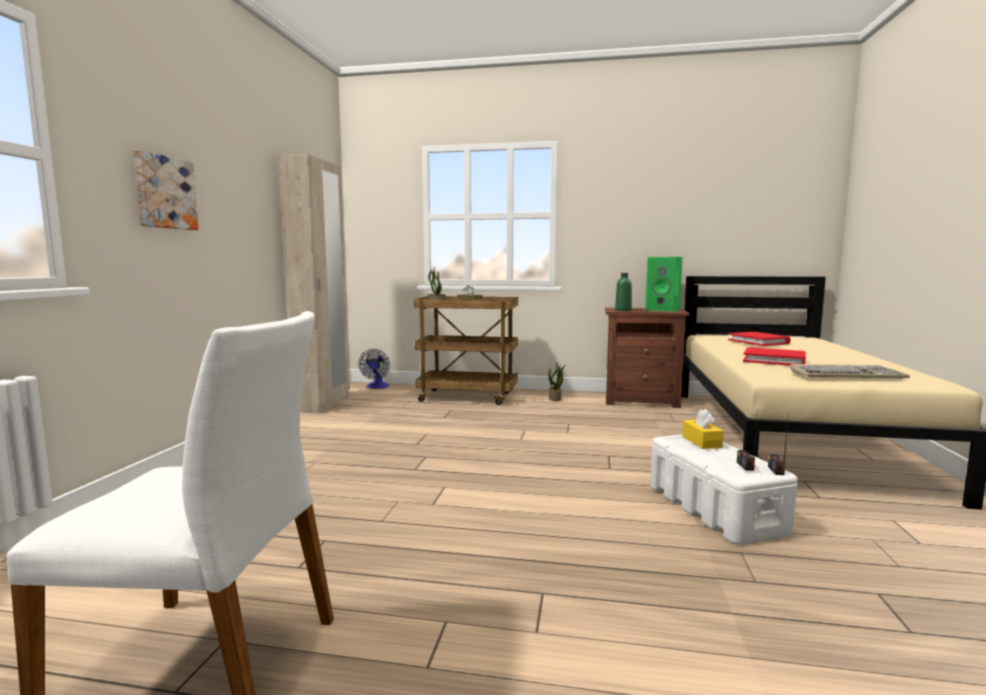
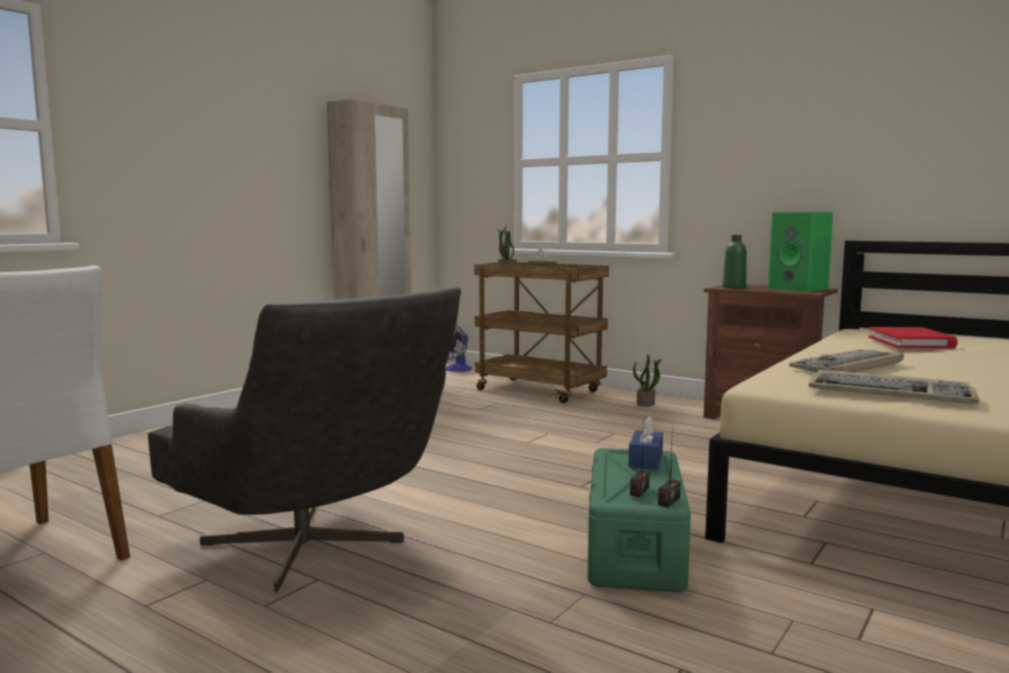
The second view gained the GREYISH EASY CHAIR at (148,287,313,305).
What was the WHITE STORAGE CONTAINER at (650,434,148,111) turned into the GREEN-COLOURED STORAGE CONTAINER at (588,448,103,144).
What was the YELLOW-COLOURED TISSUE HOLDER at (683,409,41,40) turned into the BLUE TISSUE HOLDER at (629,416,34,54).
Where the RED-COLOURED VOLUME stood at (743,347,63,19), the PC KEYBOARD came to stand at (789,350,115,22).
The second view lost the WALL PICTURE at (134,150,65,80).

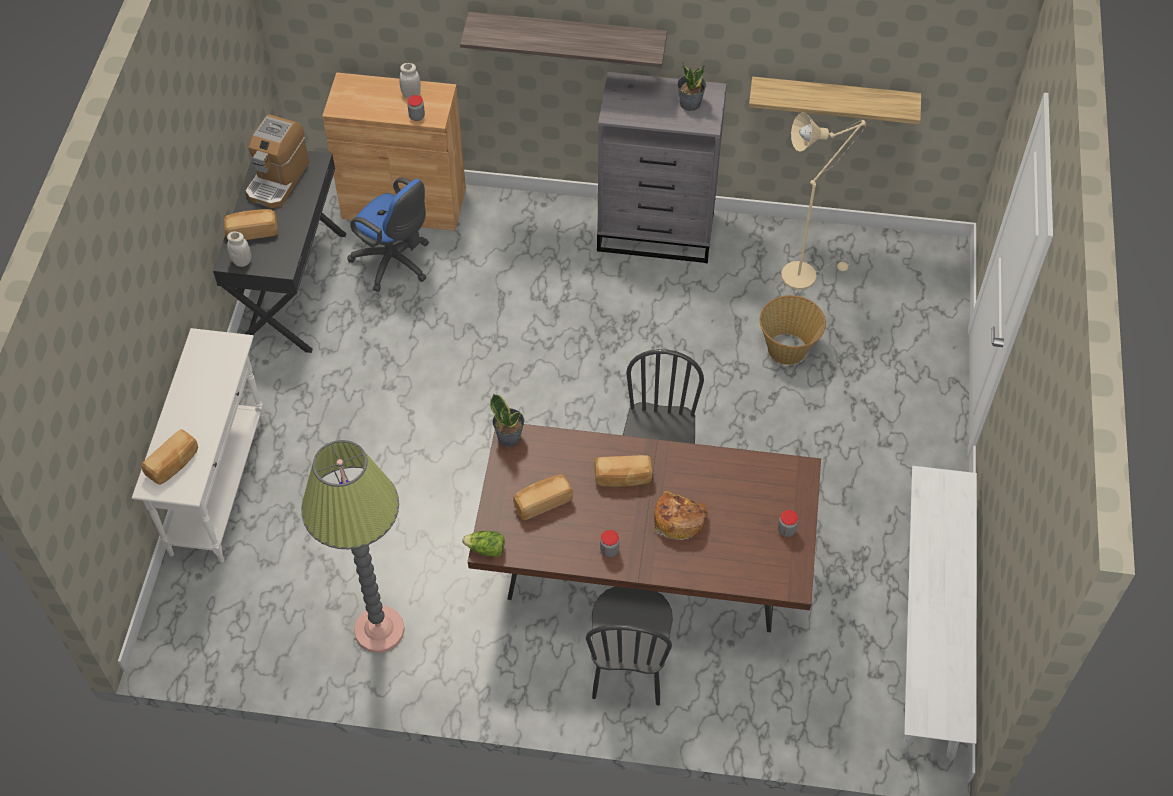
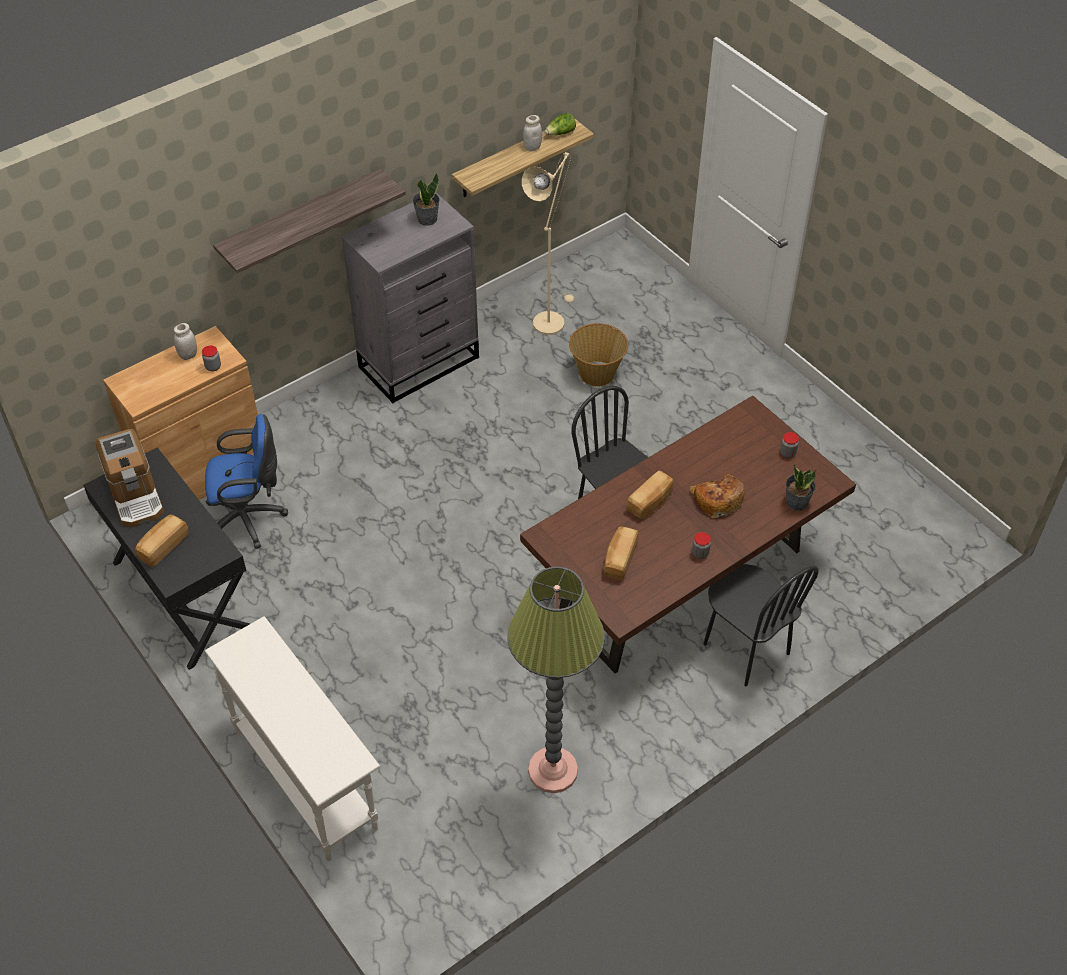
The WHITE JAR ended up elsewhere, having gone from (227,231,24,36) to (523,115,19,36).
The LETTUCE ended up elsewhere, having gone from (462,531,43,26) to (545,113,31,22).
The PLANT IN A POT ended up elsewhere, having gone from (490,394,34,53) to (785,464,32,47).
The second view lost the BAKED BREAD at (141,430,57,54).
The second view lost the WHITE INDOOR BENCH at (898,466,79,295).

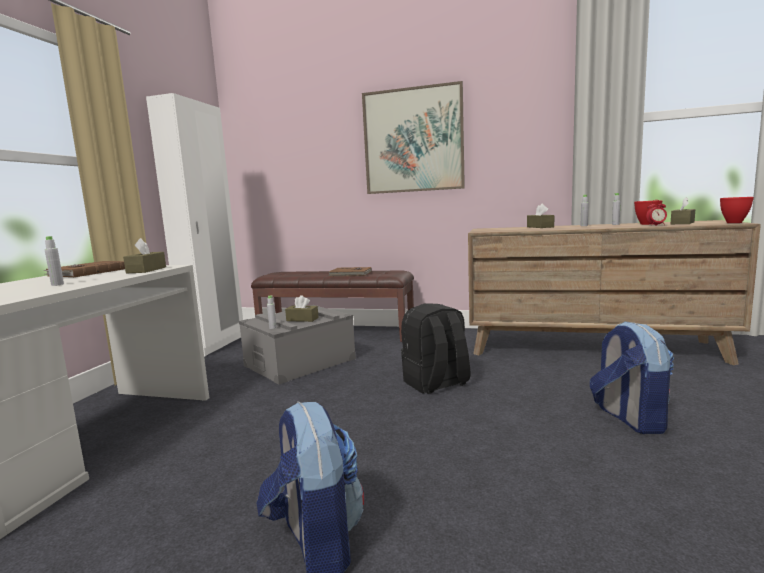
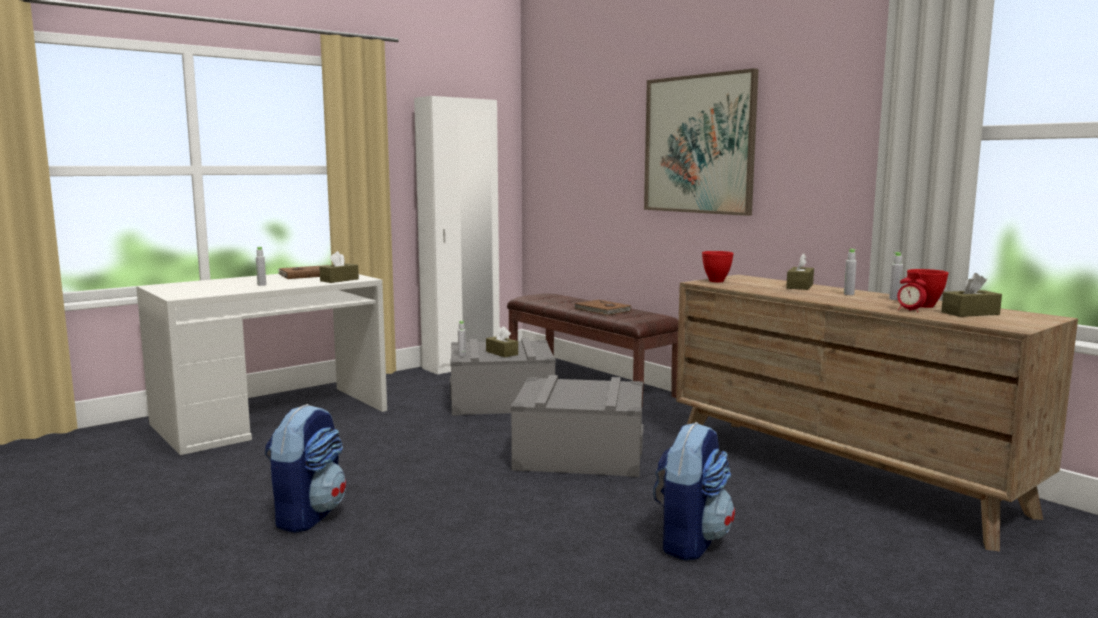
Where the BLACK-COLOURED RUCKSACK stood at (401,303,70,91), the GREYISH STORAGE CONTAINER came to stand at (511,375,133,102).
The RED-COLOURED SERVING BOWL ended up elsewhere, having gone from (720,197,34,26) to (702,251,32,31).

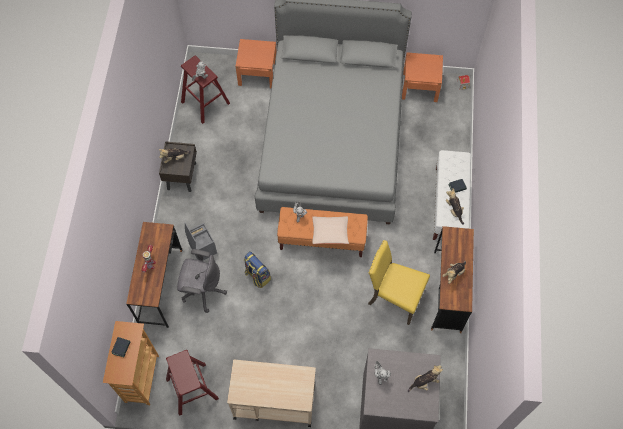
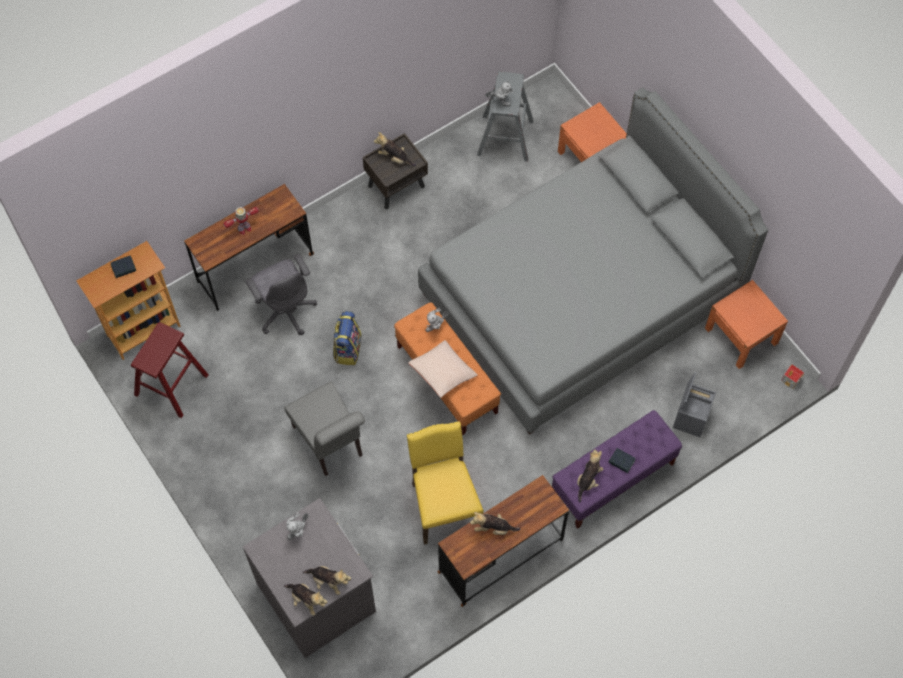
The second view gained the GREYISH CHAIR at (284,381,81,95).
The second view gained the SOFT TOY at (284,584,44,32).
What was the RED-COLOURED SITTING STOOL at (181,55,49,69) turned into the GREYISH SITTING STOOL at (477,71,57,91).
What was the WHITE INDOOR BENCH at (433,150,38,90) turned into the PURPLE INDOOR BENCH at (552,410,130,119).
The GREYISH STORAGE CONTAINER ended up elsewhere, having gone from (185,223,32,37) to (673,372,43,65).
The second view lost the SAND-COLOURED WHEELED CART at (227,360,89,67).

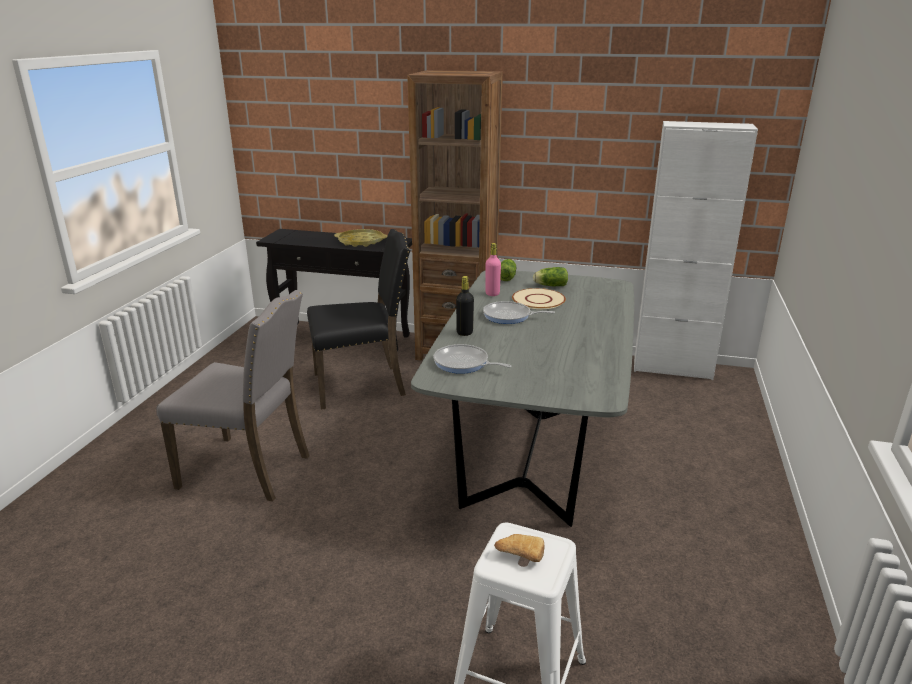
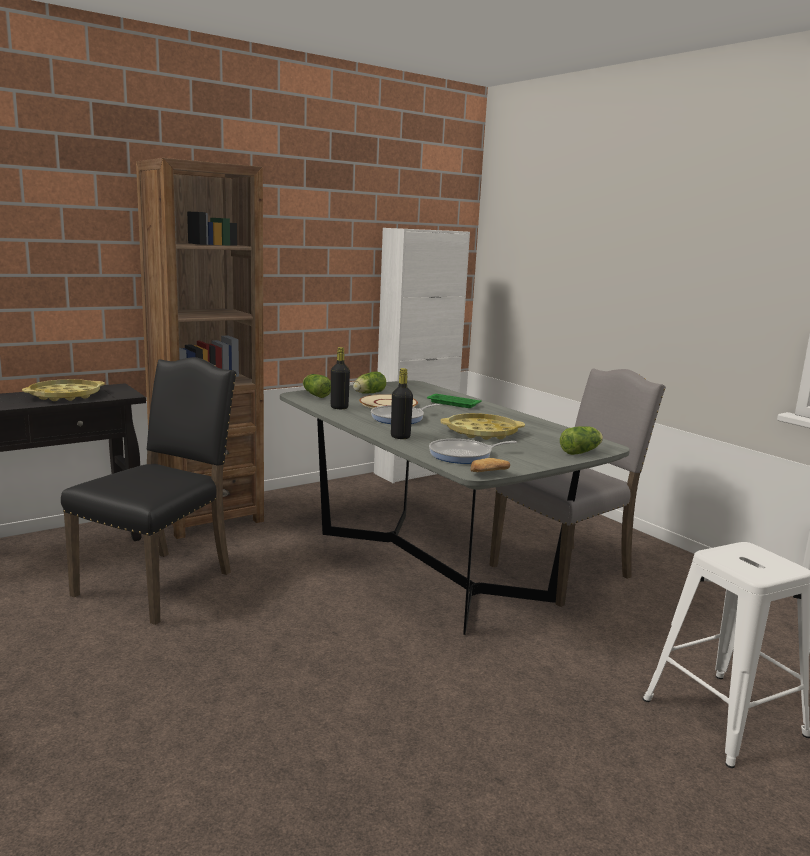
What was the PINK BOTTLE at (485,243,16,53) turned into the BLACK-COLOURED BOTTLE at (331,347,19,62).
The second view gained the GREEN-COLOURED TRAY at (427,394,55,14).
The second view gained the YELLOW-COLOURED TRAY at (440,413,85,27).
The BAKED BREAD ended up elsewhere, having gone from (494,534,51,28) to (471,458,39,14).
The GREYISH CHAIR ended up elsewhere, having gone from (156,290,154,212) to (489,368,177,239).
The second view gained the LETTUCE at (560,426,43,29).

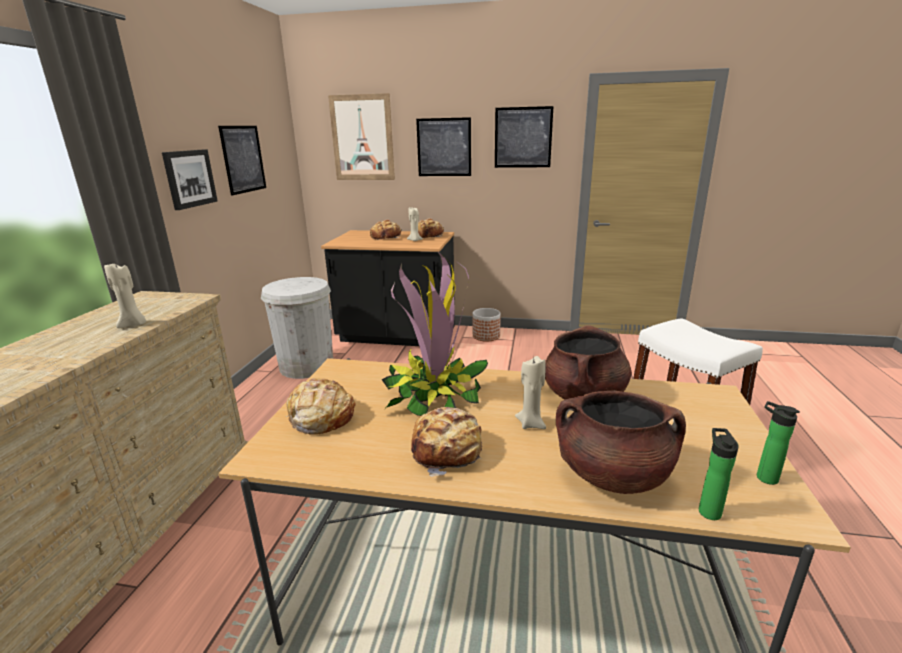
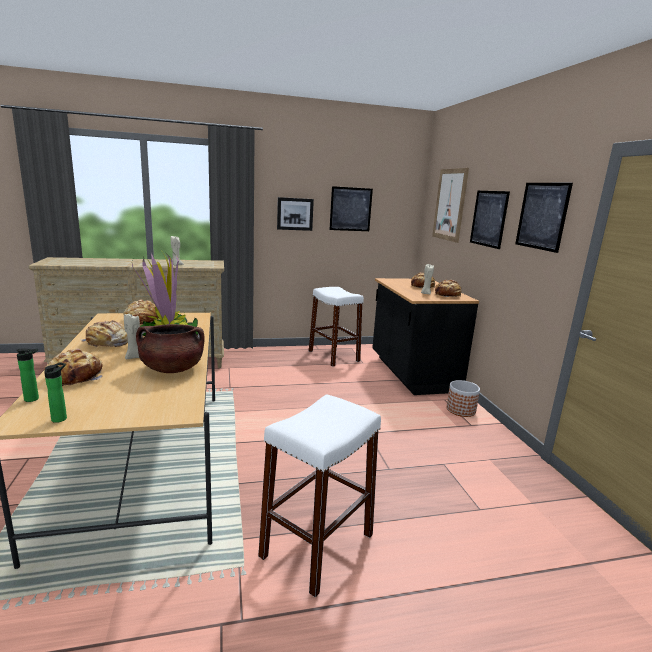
Where the BROWN-COLOURED COOKING POT stood at (556,391,130,103), the BAKED BREAD came to stand at (45,349,58,37).
Where the WHITE RUBBISH BIN stood at (261,277,72,102), the WHITE SITTING STOOL came to stand at (309,287,55,80).

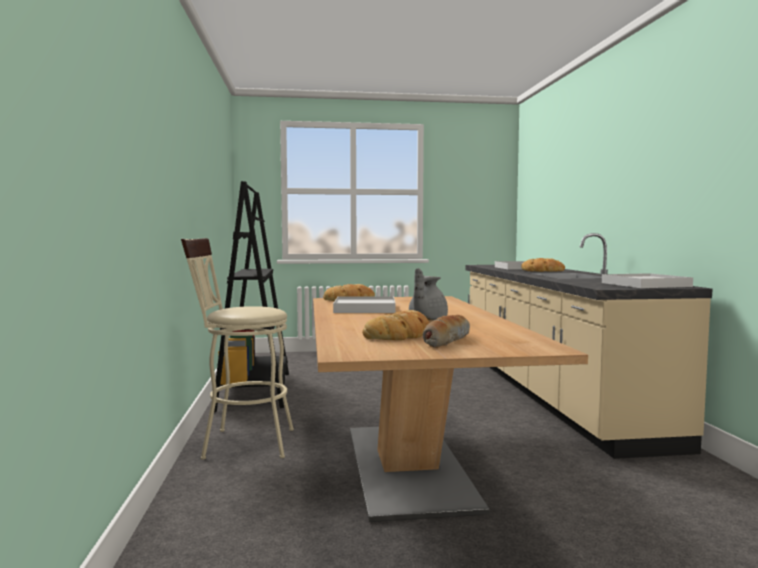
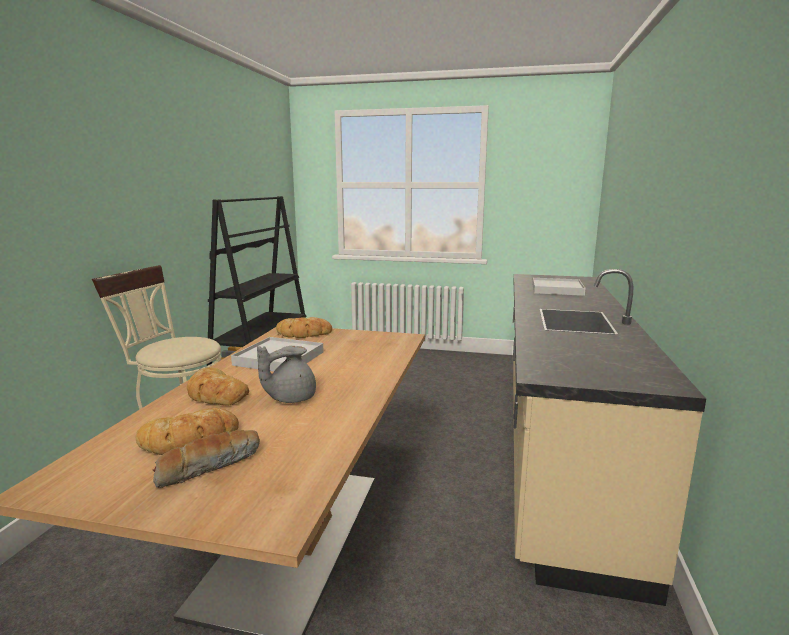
The BAKED BREAD ended up elsewhere, having gone from (521,258,44,14) to (187,367,62,39).
The second view lost the WHITE TRAY at (602,273,91,15).

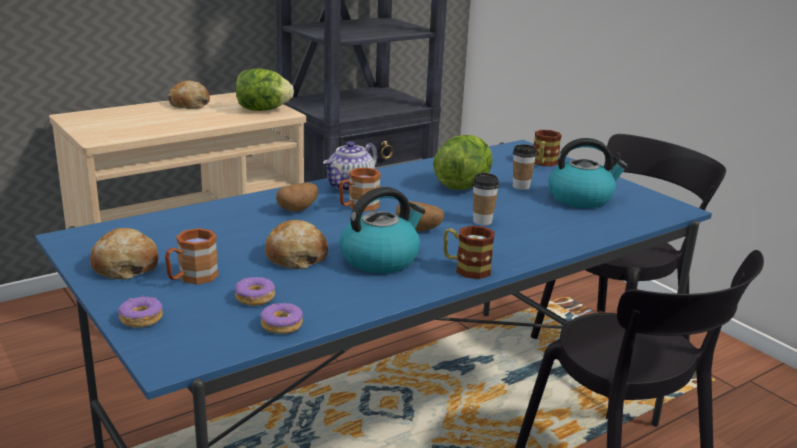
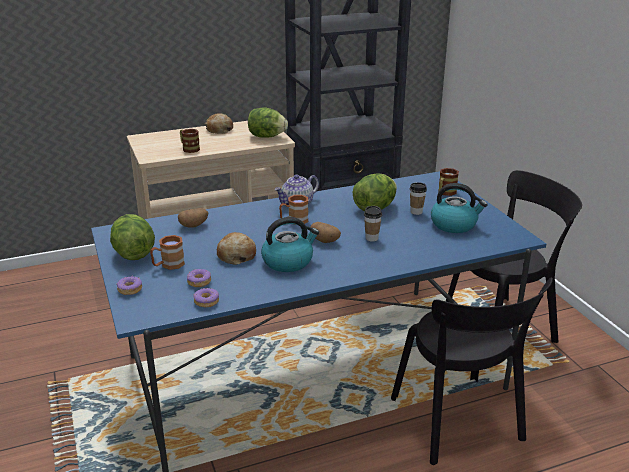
Where the BAKED BREAD stood at (90,228,69,52), the LETTUCE came to stand at (110,214,45,46).
The WHOLE POTATO ended up elsewhere, having gone from (276,183,42,29) to (178,208,31,20).
The COFFEE MUG ended up elsewhere, having gone from (444,226,51,53) to (180,129,20,24).

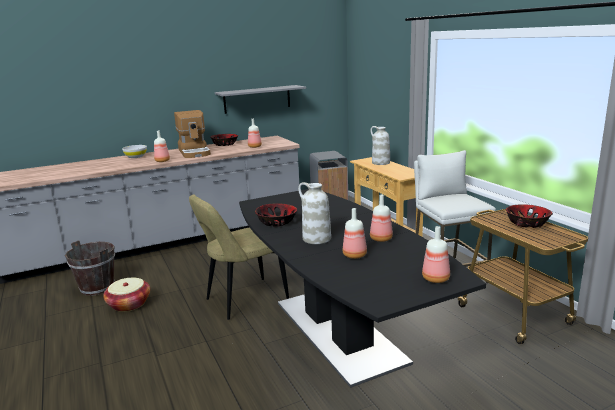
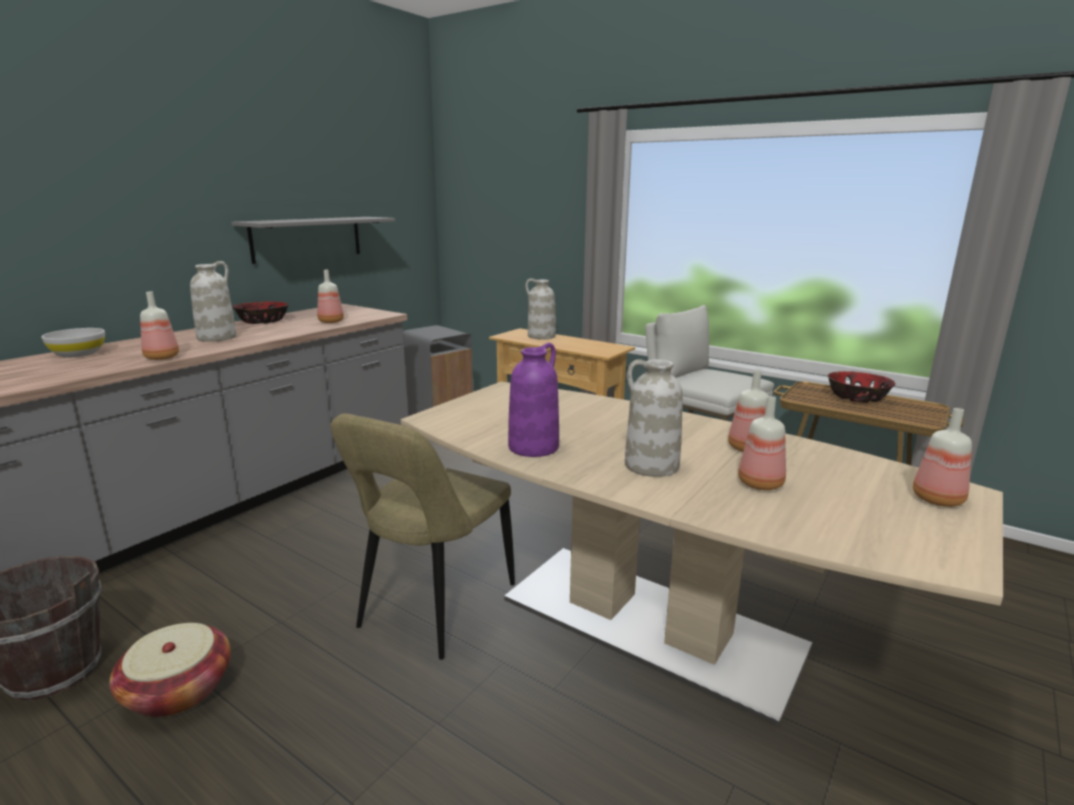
Where the COFFEE BREWER stood at (174,110,37,48), the WHITE VASE came to stand at (190,261,47,81).
What was the BLACK-COLOURED DINING TABLE at (239,189,247,199) turned into the SAND-COLOURED DINING TABLE at (401,382,602,344).
Where the SERVING BOWL stood at (255,203,42,24), the PURPLE VASE came to stand at (508,343,51,114).

